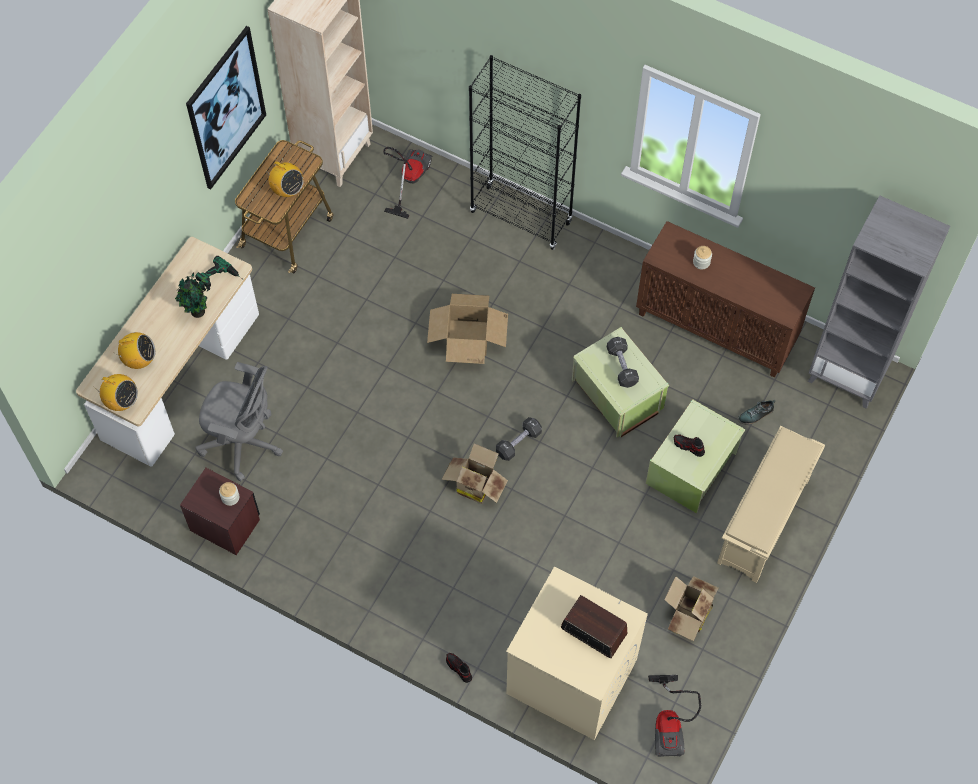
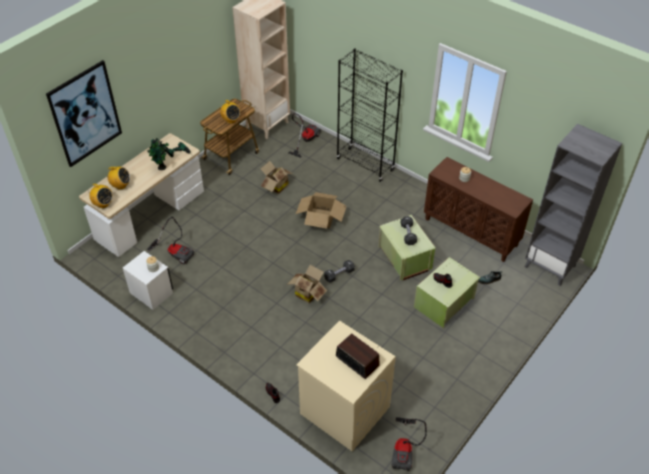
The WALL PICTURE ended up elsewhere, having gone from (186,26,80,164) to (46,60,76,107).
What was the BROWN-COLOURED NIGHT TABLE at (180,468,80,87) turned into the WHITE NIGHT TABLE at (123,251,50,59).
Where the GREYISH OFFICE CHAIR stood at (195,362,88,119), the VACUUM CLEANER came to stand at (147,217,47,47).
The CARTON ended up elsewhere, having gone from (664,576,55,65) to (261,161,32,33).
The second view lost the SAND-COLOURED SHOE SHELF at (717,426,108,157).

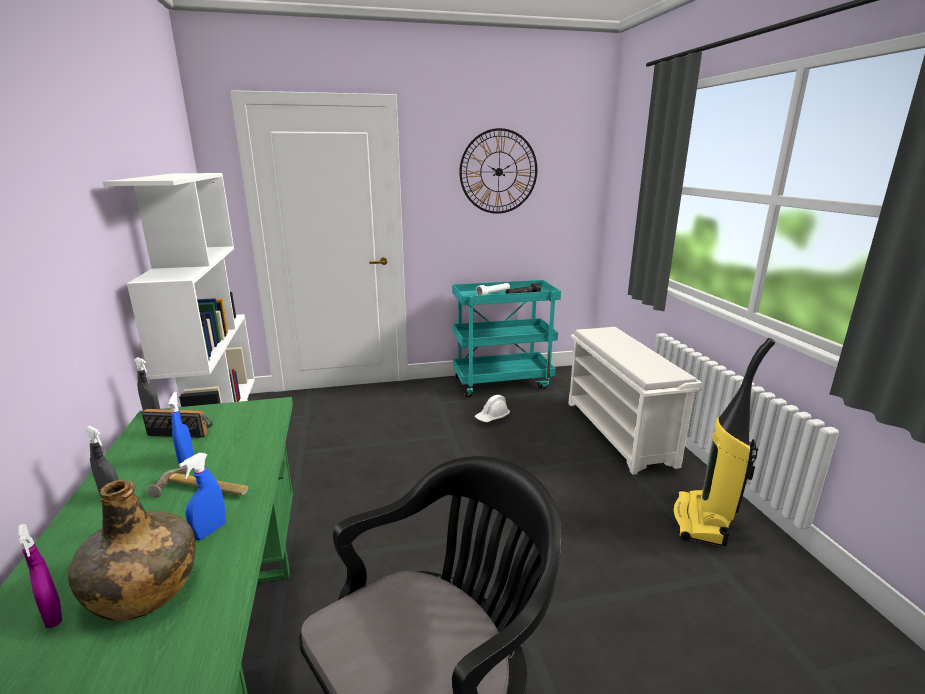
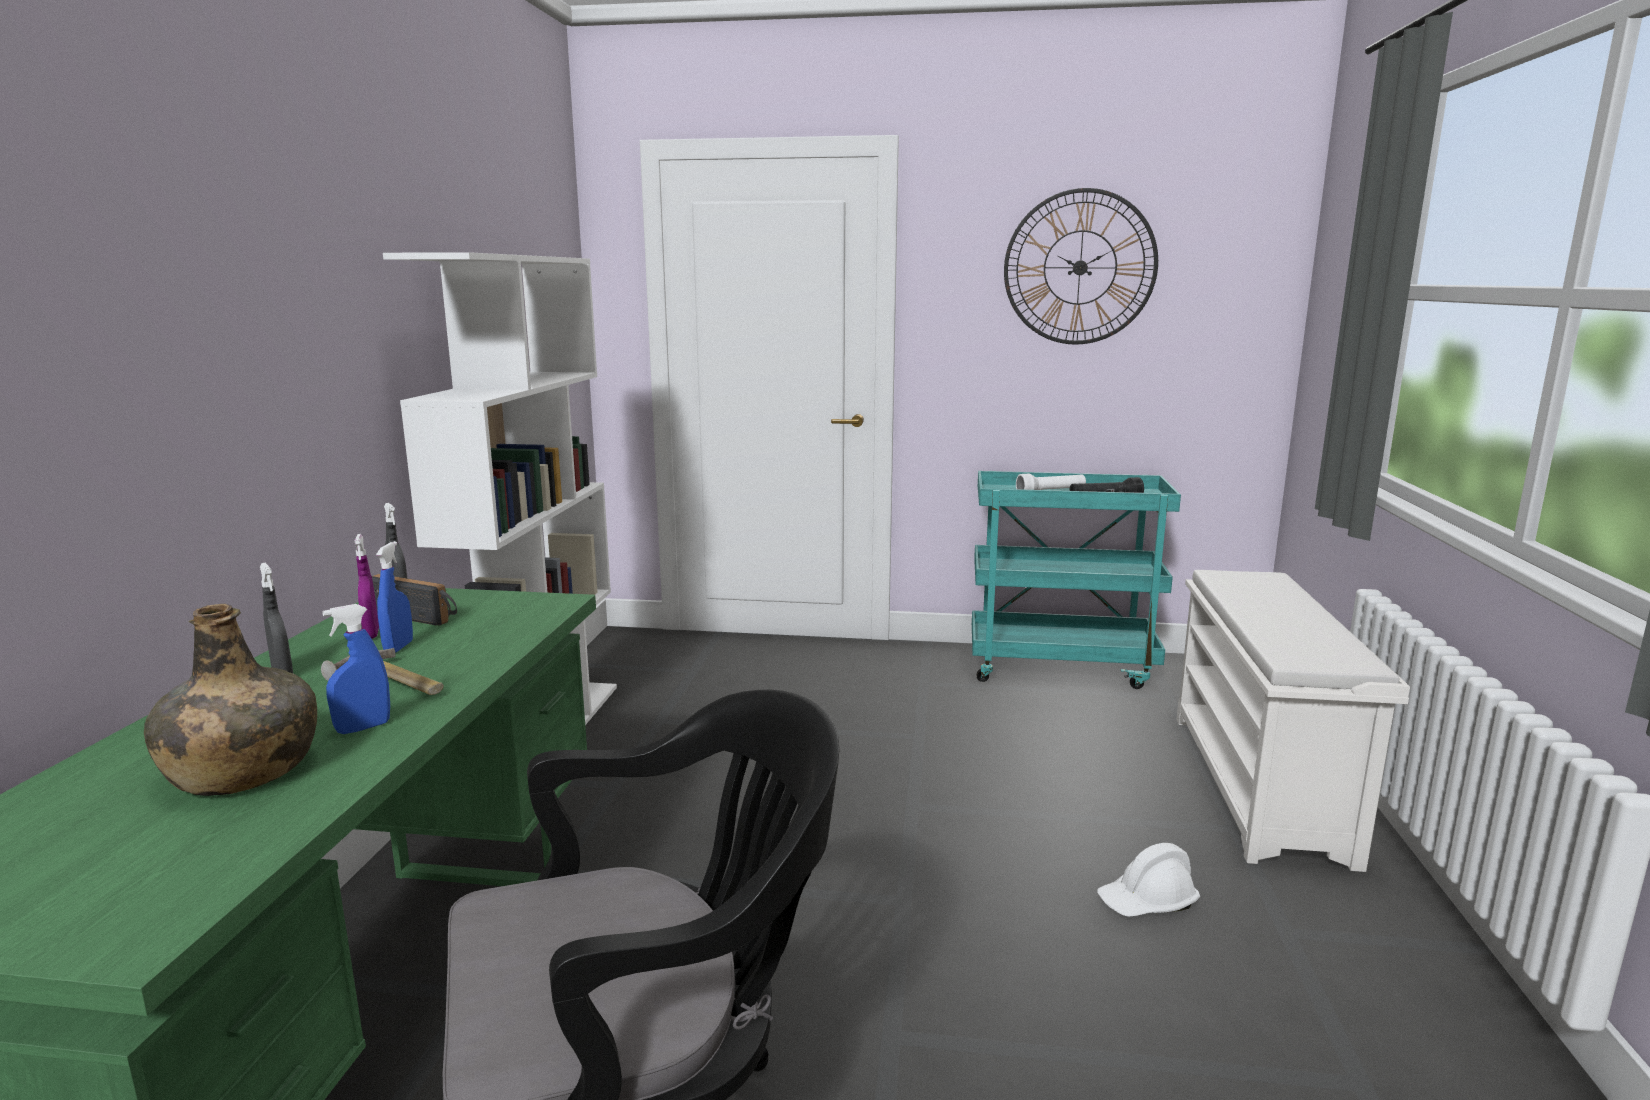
The PURPLE SPRAY BOTTLE ended up elsewhere, having gone from (18,524,44,104) to (355,534,24,105).
The WHITE SAFETY HELMET ended up elsewhere, having gone from (475,395,35,27) to (1097,843,103,74).
The second view lost the VACUUM CLEANER at (672,338,104,208).

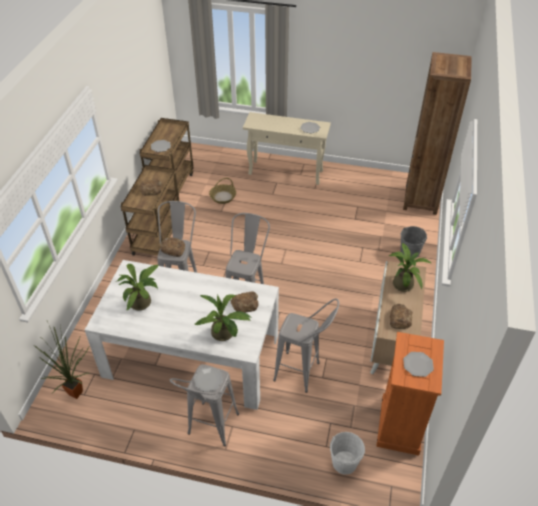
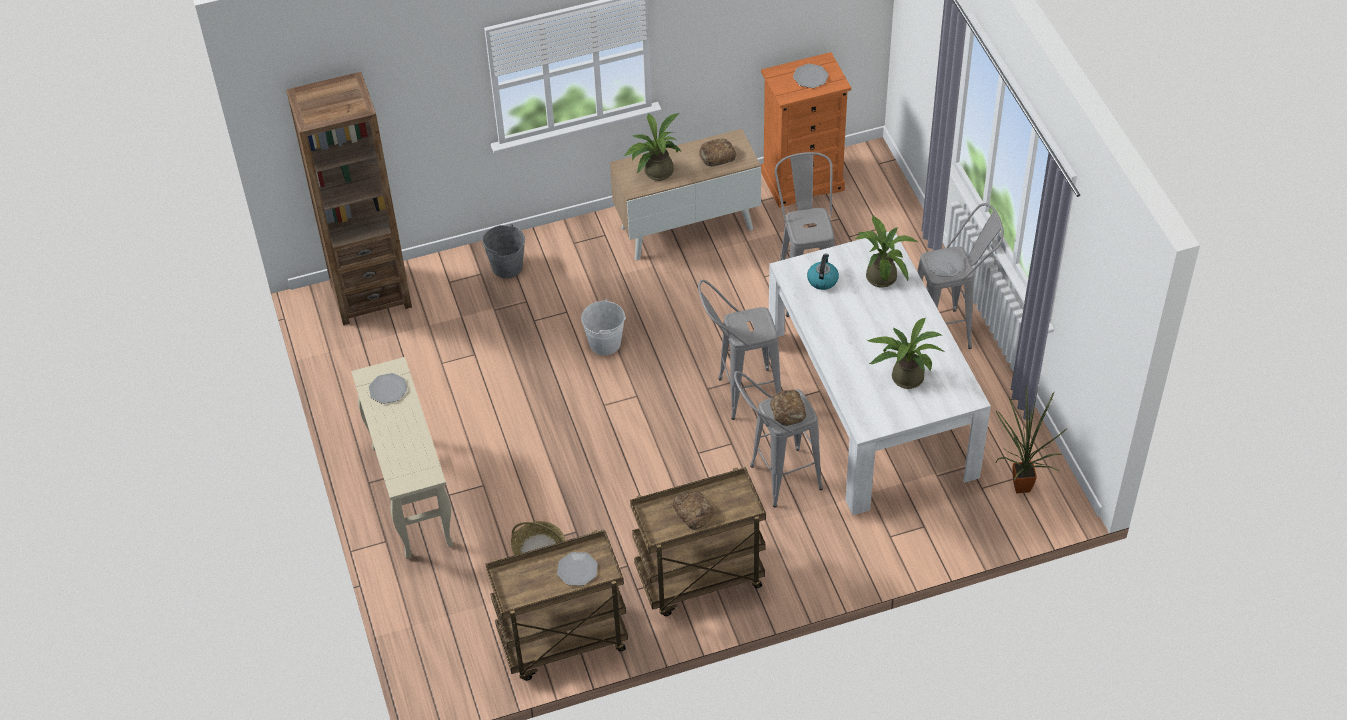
The WHITE WATER BUCKET ended up elsewhere, having gone from (330,432,35,43) to (581,299,45,56).
Where the BAKED BREAD stood at (231,291,28,22), the KETTLE came to stand at (807,253,32,37).

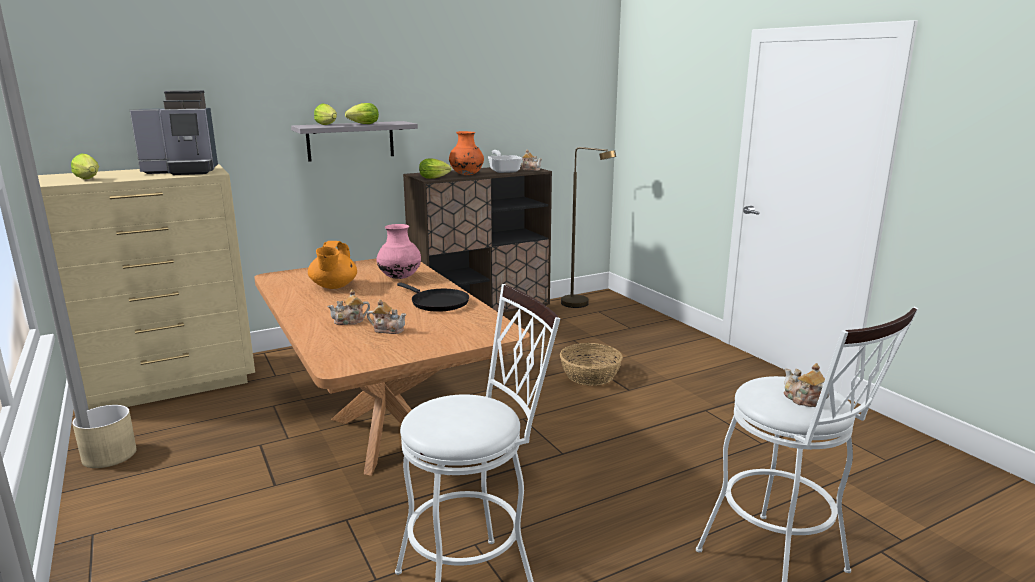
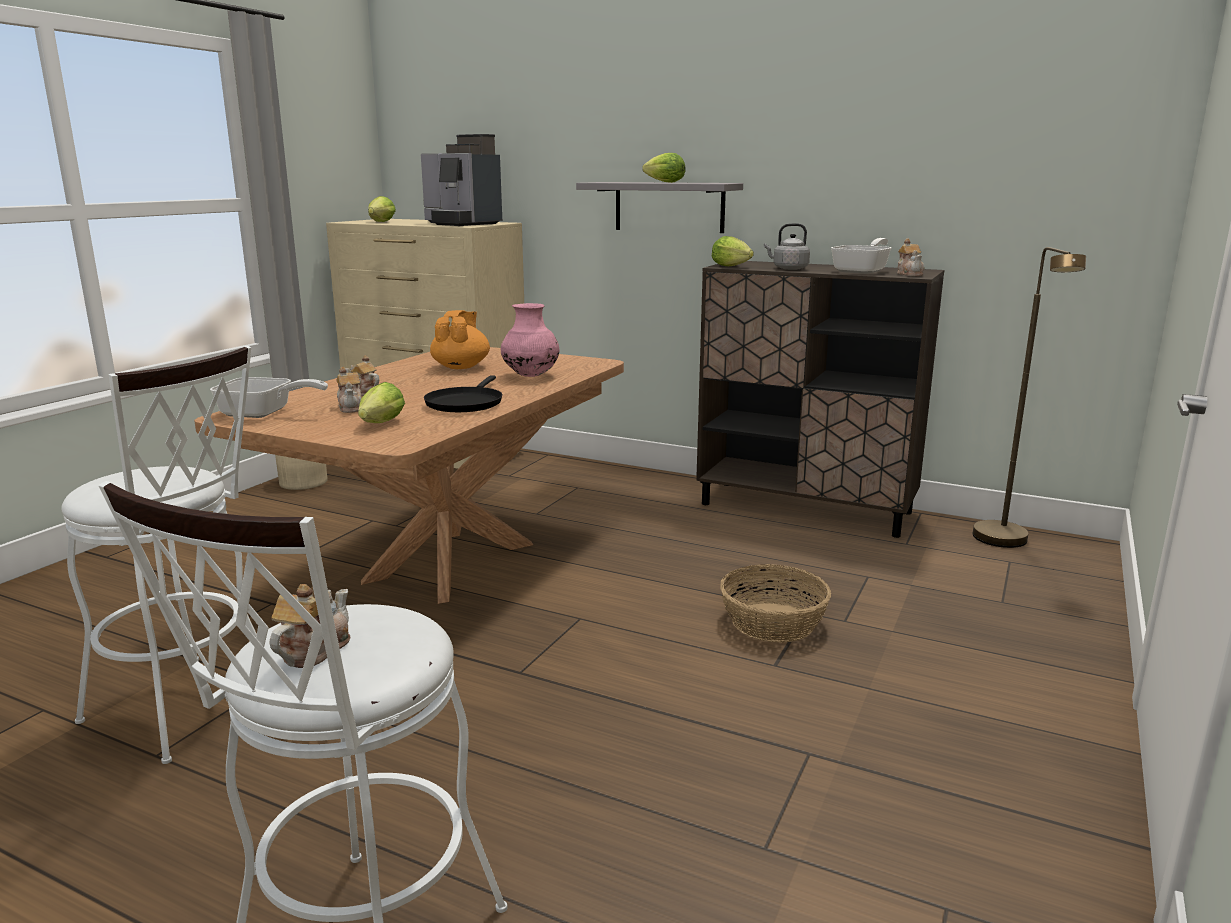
The second view gained the SKILLET at (210,377,118,41).
The LETTUCE ended up elsewhere, having gone from (314,104,23,21) to (358,382,47,41).
The ORANGE POT FOR TEA at (308,241,49,48) ended up facing another way, 135 degrees clockwise from before.
Where the ORANGE VASE stood at (449,131,35,44), the GREYISH KETTLE came to stand at (764,223,46,47).

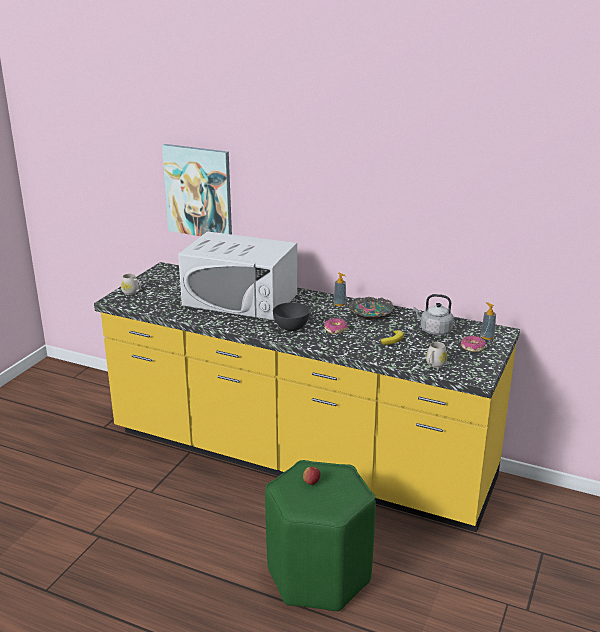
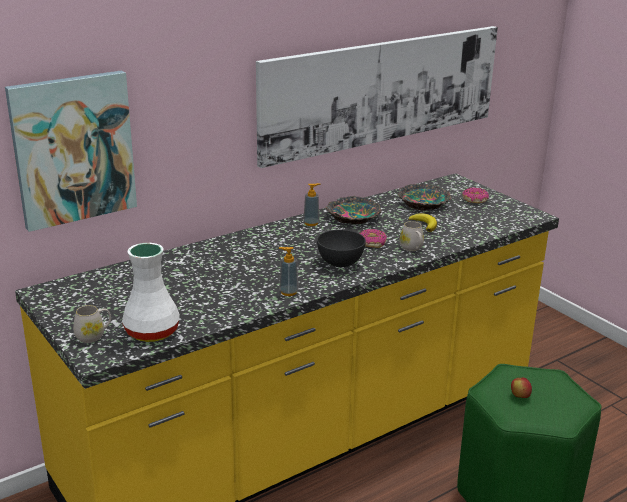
The second view gained the WHITE VASE at (122,243,58,99).
The second view gained the WALL PICTURE at (256,26,242,142).
The SOAP BOTTLE ended up elsewhere, having gone from (481,302,15,38) to (279,247,19,49).
Where the GREYISH KETTLE stood at (413,294,41,41), the SERVING BOWL came to stand at (398,184,53,27).
The WHITE COFFEE MUG ended up elsewhere, having gone from (426,342,21,26) to (400,221,24,30).
The second view lost the WHITE MICROWAVE at (178,231,119,89).

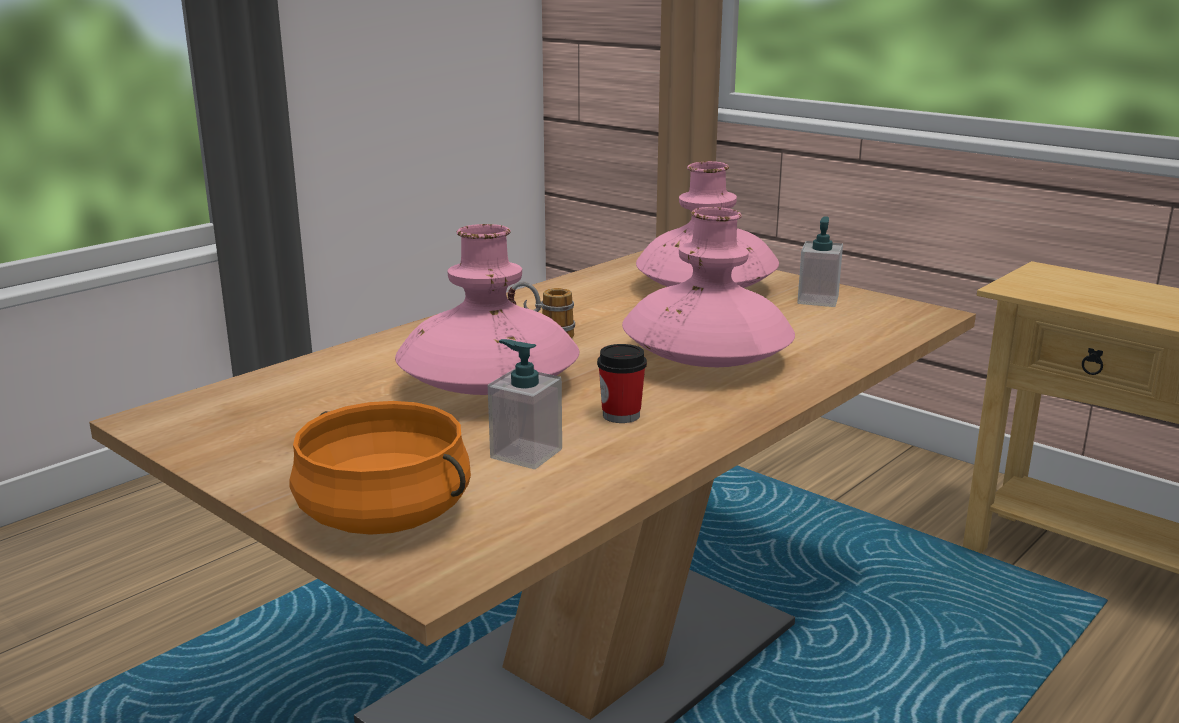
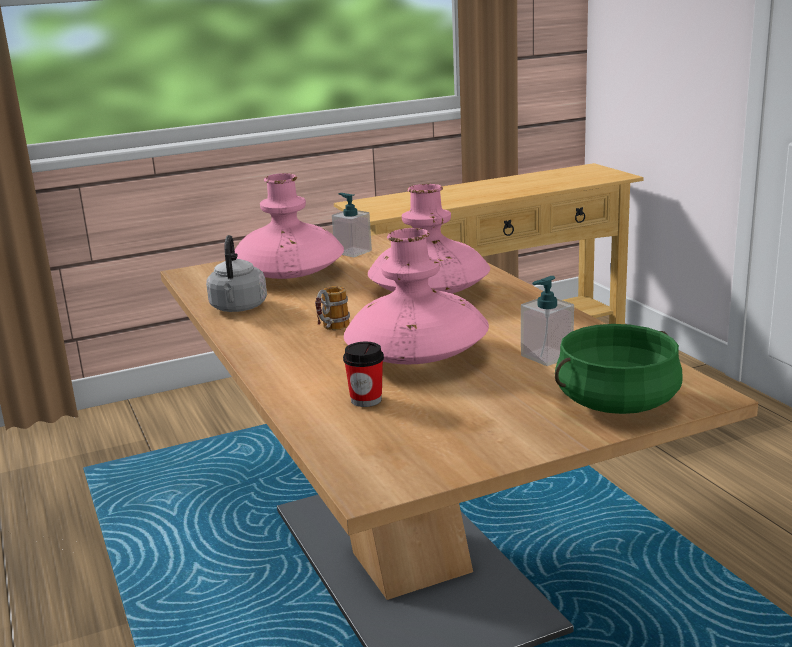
The second view gained the GREYISH KETTLE at (206,235,61,77).
The SMALL CUP ended up elsewhere, having gone from (597,344,50,79) to (343,342,41,65).
What was the ORANGE COOKING POT at (290,401,181,134) turned into the GREEN-COLOURED COOKING POT at (555,324,127,90).

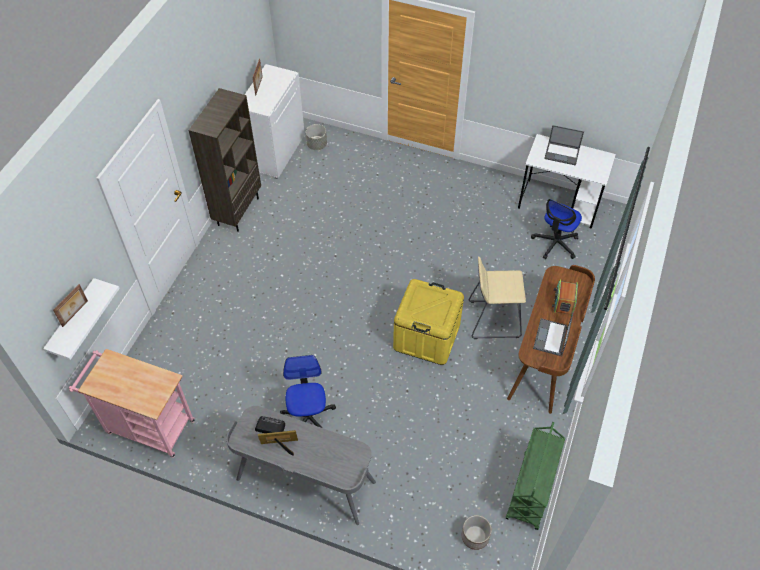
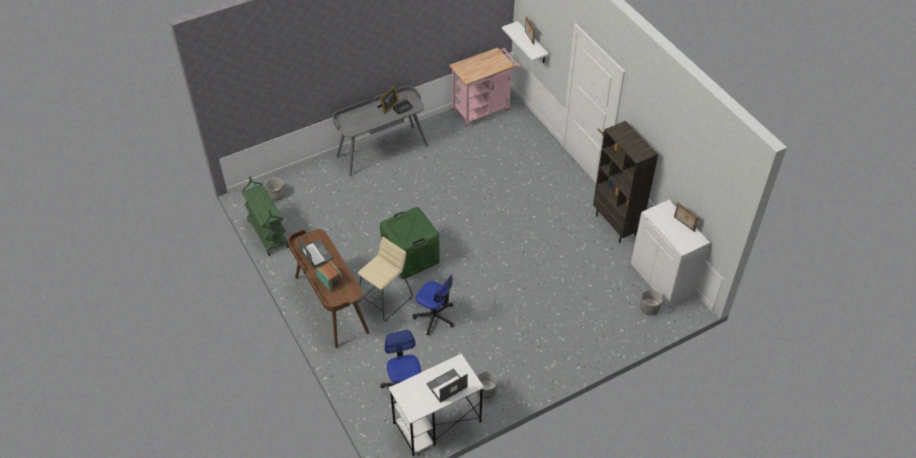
What was the YELLOW-COLOURED STORAGE CONTAINER at (393,279,71,86) turned into the GREEN-COLOURED STORAGE CONTAINER at (380,207,60,72).
The OFFICE CHAIR ended up elsewhere, having gone from (280,355,56,73) to (413,274,42,61).
The second view gained the GREYISH PLANTER at (476,371,22,28).

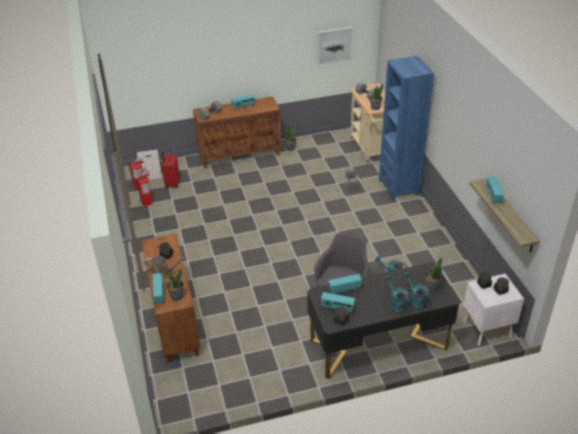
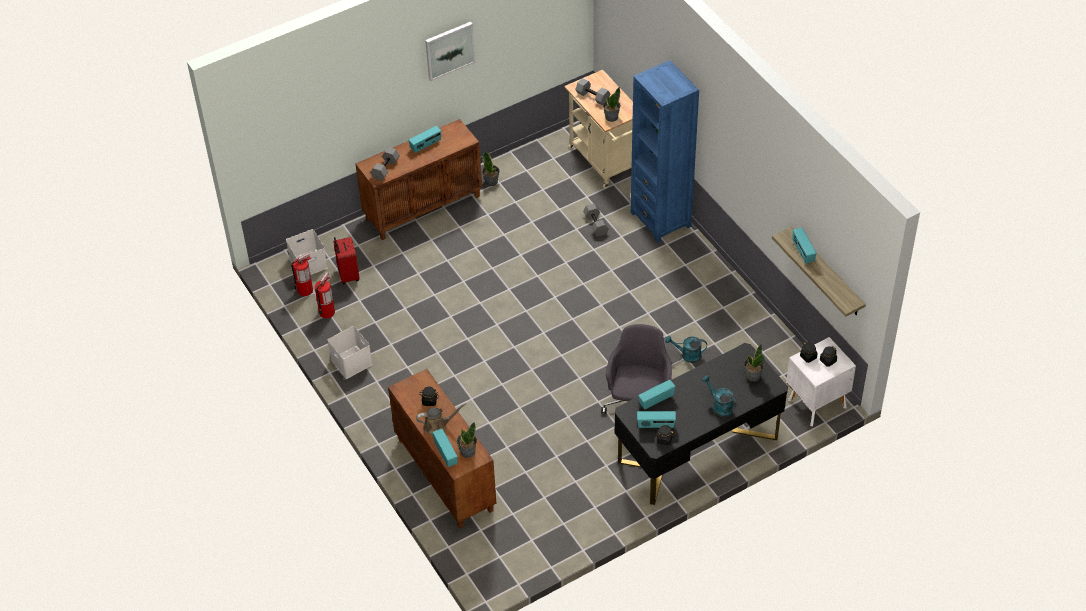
The second view gained the WHITE STORAGE CONTAINER at (328,326,45,53).
The WALL PICTURE ended up elsewhere, having gone from (318,27,35,38) to (425,22,50,59).
The second view lost the TURQUOISE-COLOURED WATERING POT at (404,272,26,38).

